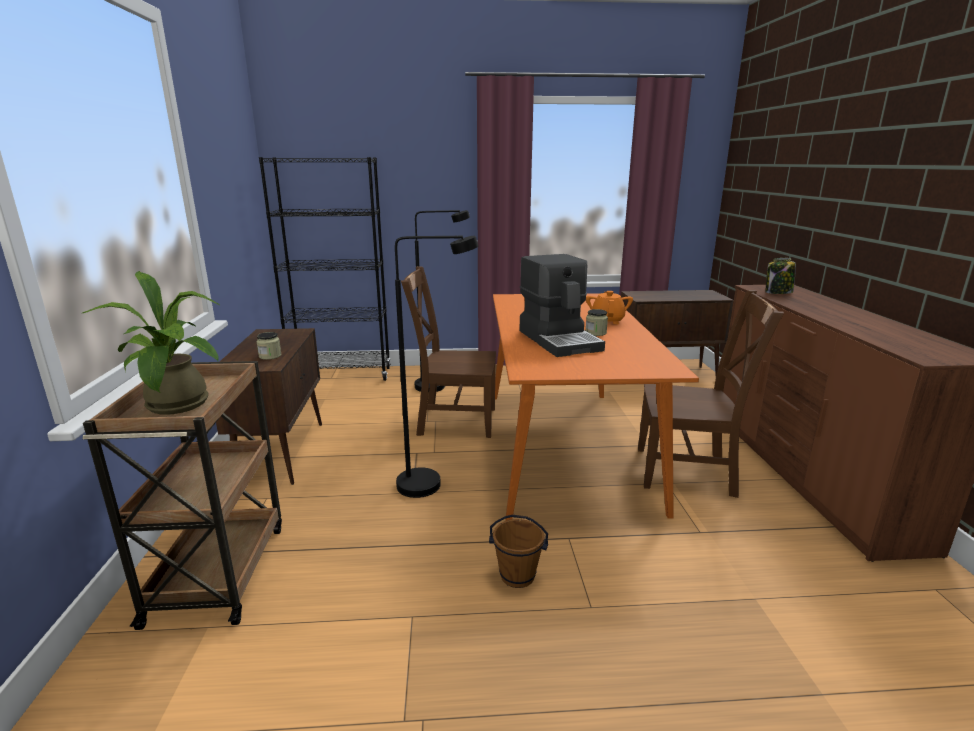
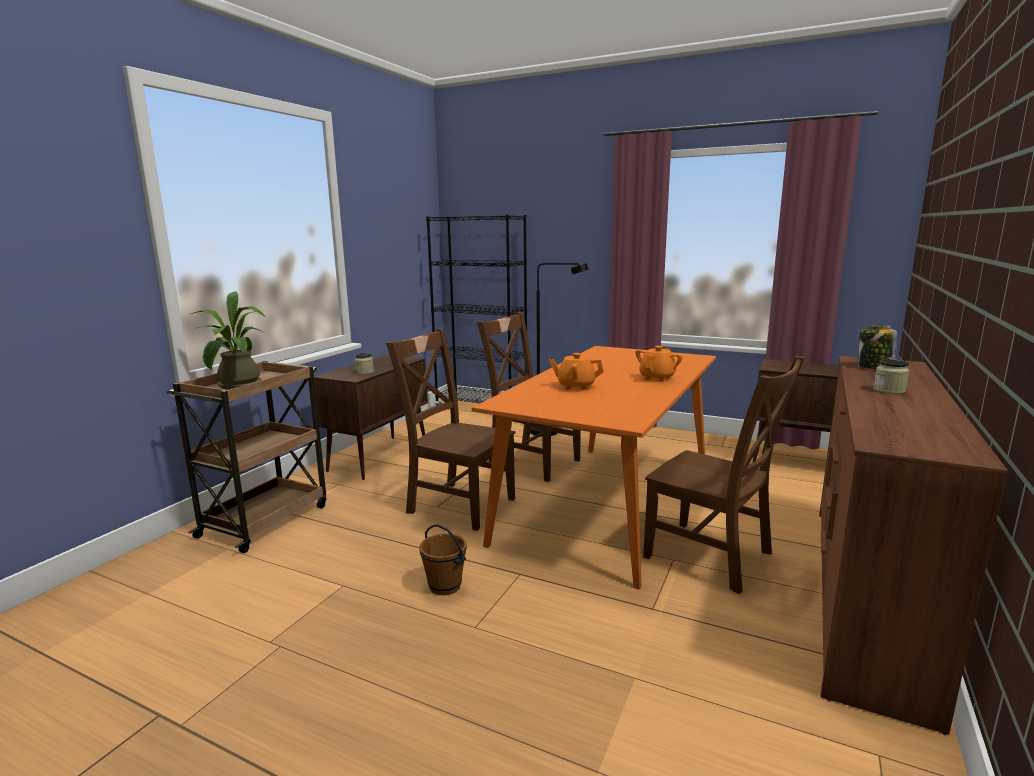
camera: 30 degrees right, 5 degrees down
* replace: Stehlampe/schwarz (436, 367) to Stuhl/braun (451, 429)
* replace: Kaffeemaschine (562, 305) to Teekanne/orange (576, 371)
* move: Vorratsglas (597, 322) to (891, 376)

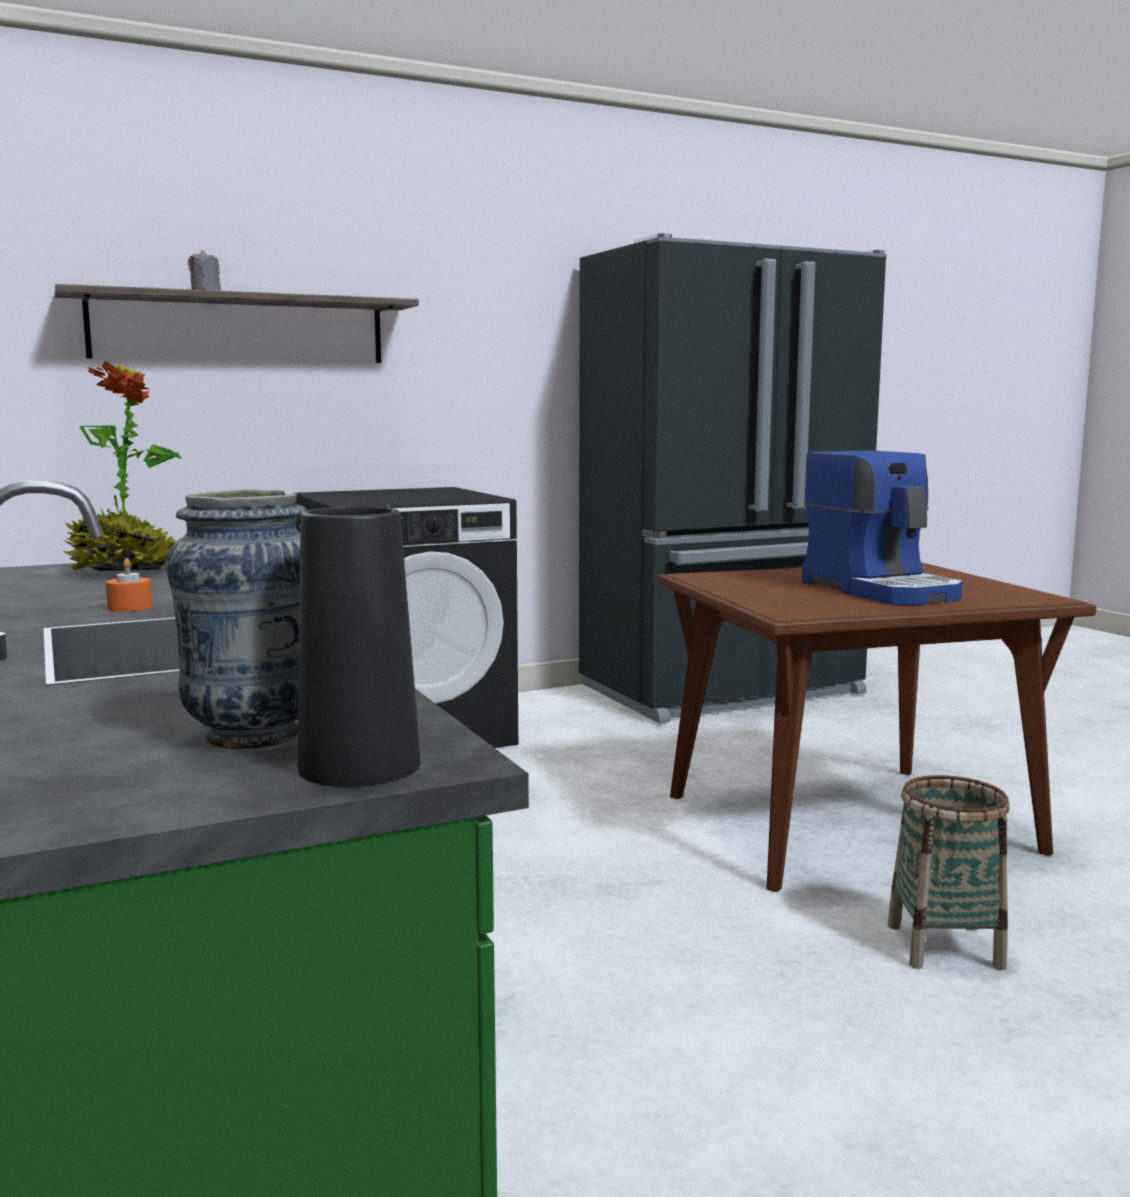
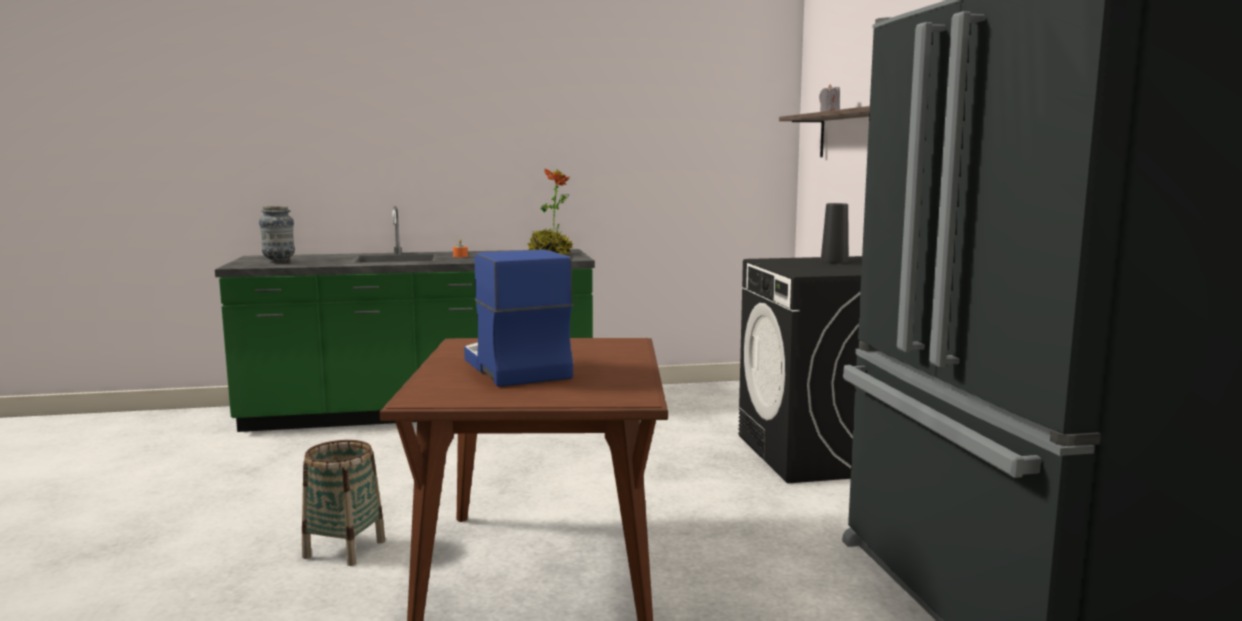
camera: 105 degrees right, 0 degrees up
* rotate: Kaffeemaschine (882, 528) = (518, 318) 75 degrees clockwise
* move: Vase/schwarz (359, 647) to (835, 233)

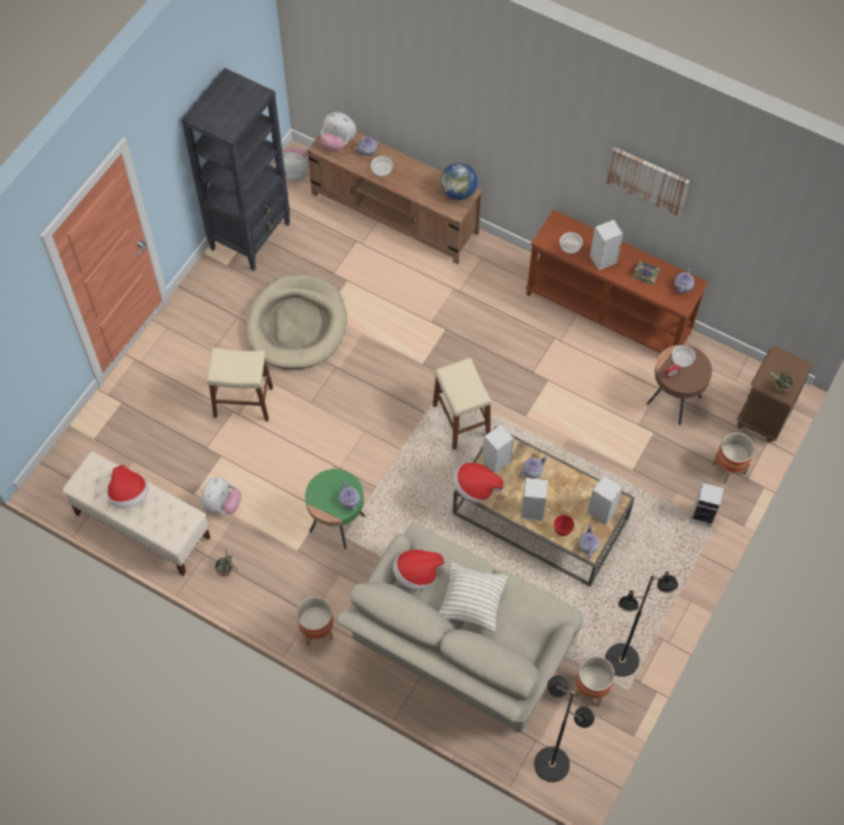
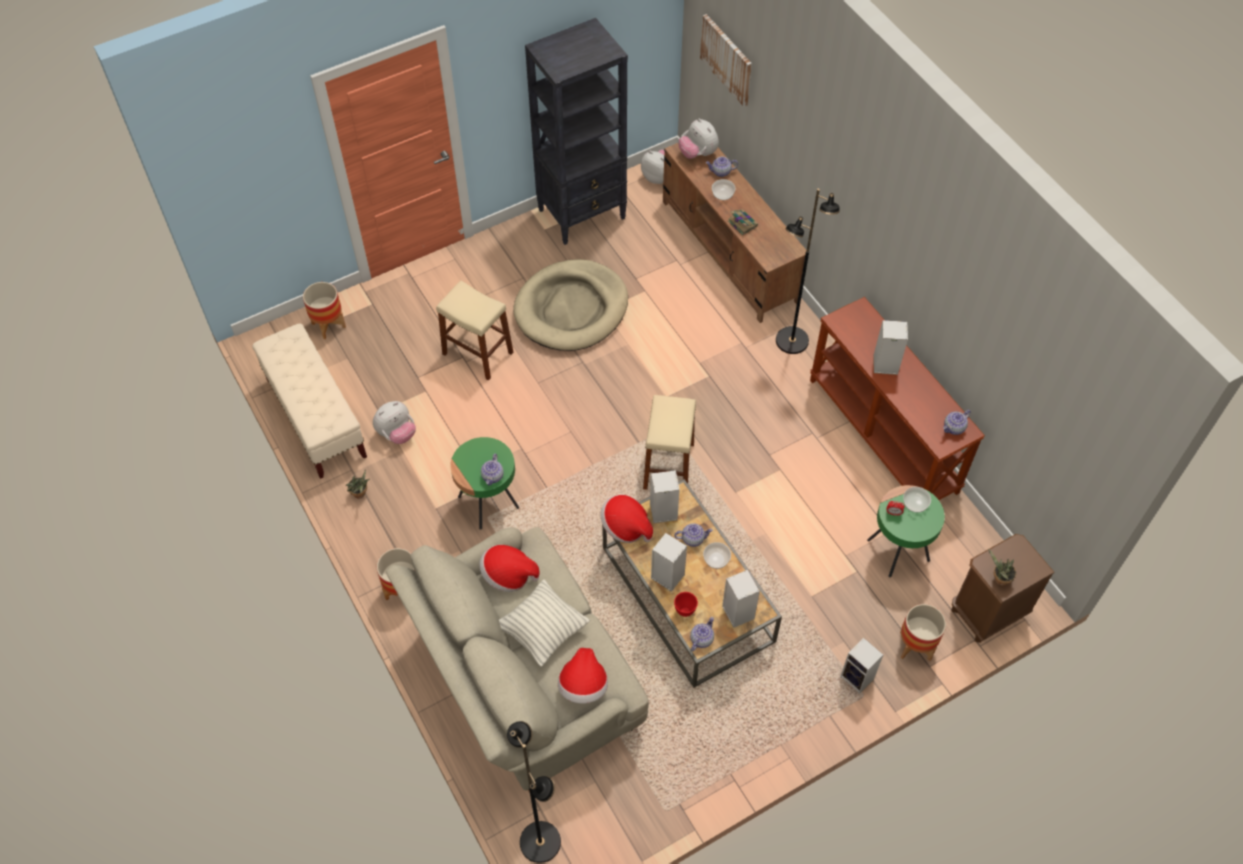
camera: 30 degrees right, 5 degrees down
* move: Bild (648, 181) to (726, 60)
* delete: Globus (459, 181)
* move: Schüssel (571, 243) to (717, 555)
* move: Buch (646, 273) to (743, 222)
* recolor: Beistelltisch/braun (679, 385) to Beistelltisch/grün (906, 531)
* move: Hut (128, 486) to (583, 676)
* move: Stehlampe/schwarz (641, 624) to (808, 271)
* move: Pflanzkübel (594, 681) to (324, 310)

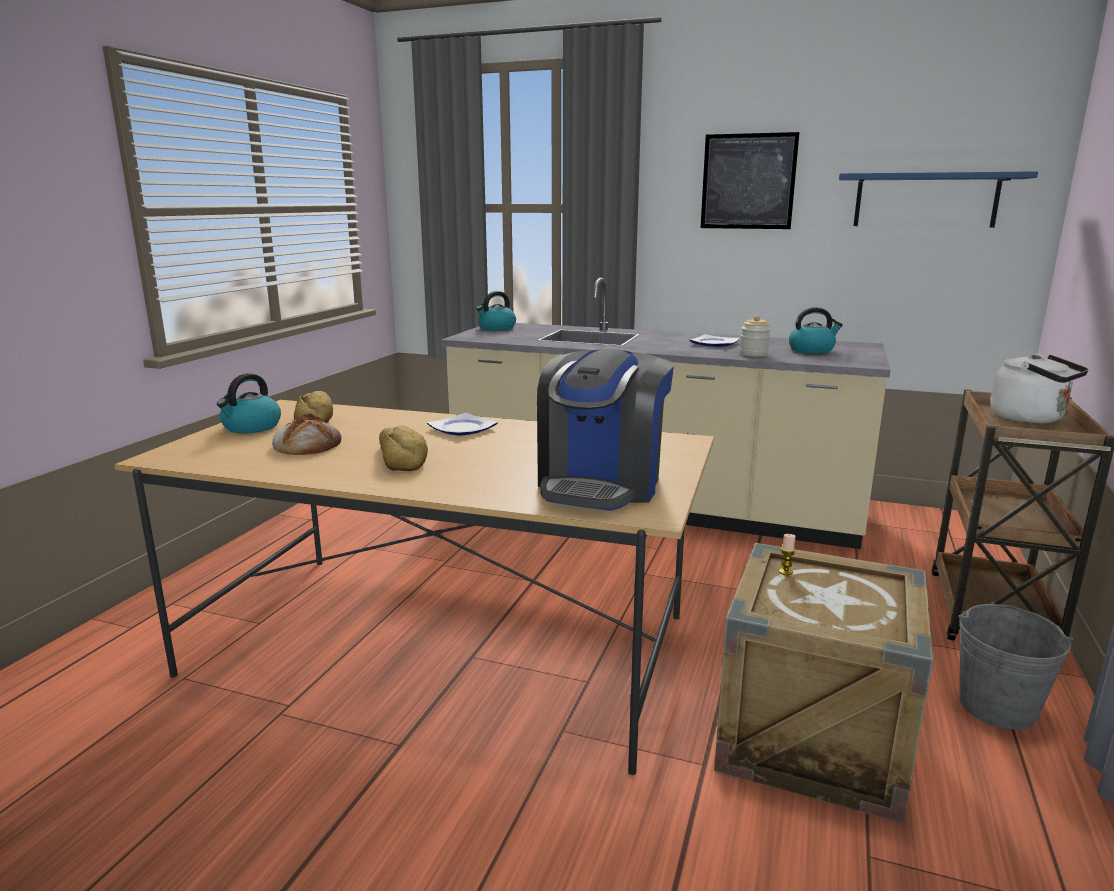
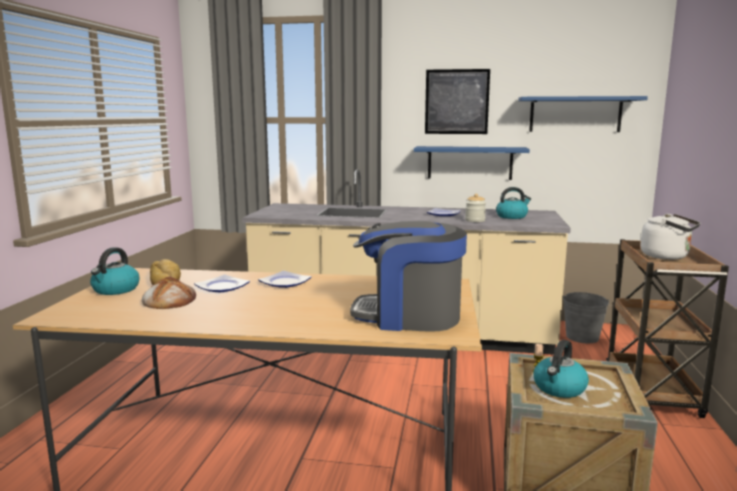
camera: 10 degrees left, 5 degrees down
* move: Wasserkessel (496, 311) to (561, 369)
* rotate: Kaffeemaschine (605, 430) = (408, 276) 90 degrees clockwise
* delete: Brot (403, 448)
* move: Eimer/grau (1015, 667) to (586, 317)
* insert: Wandregal/blau (472, 163)
* insert: Teller (222, 283)

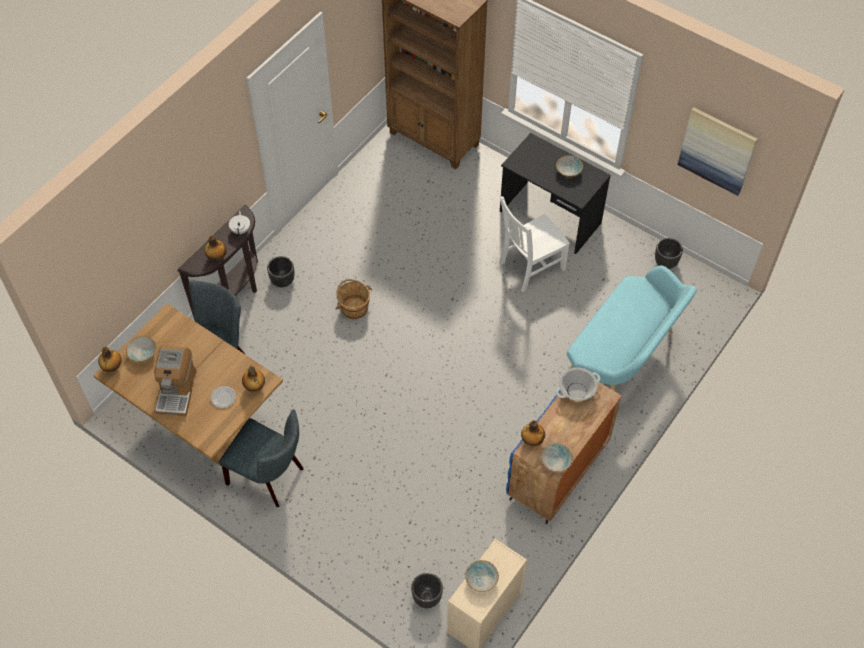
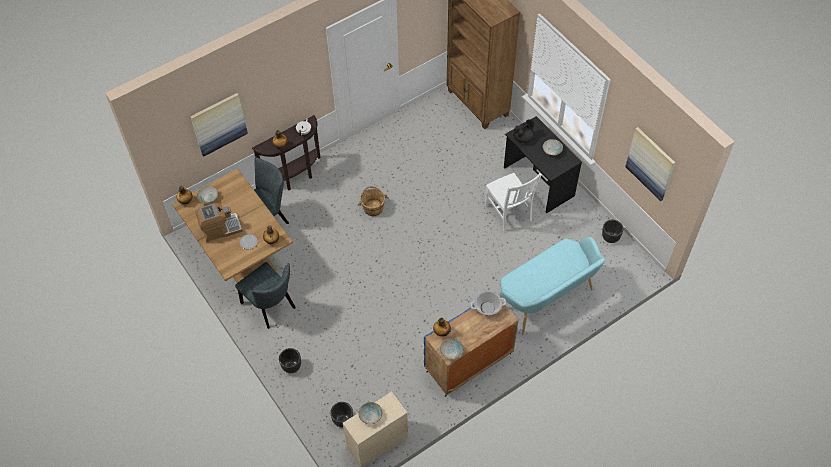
camera: 20 degrees right, 0 degrees up
* rotate: Stuhl/weiß (534, 244) = (513, 203) 105 degrees counterclockwise
* move: Pflanzkübel/schwarz (280, 271) to (290, 360)
* rotate: Kaffeemaschine (175, 381) = (219, 222) 135 degrees counterclockwise
* insert: Bild (219, 125)
* insert: Teekanne/schwarz (524, 131)

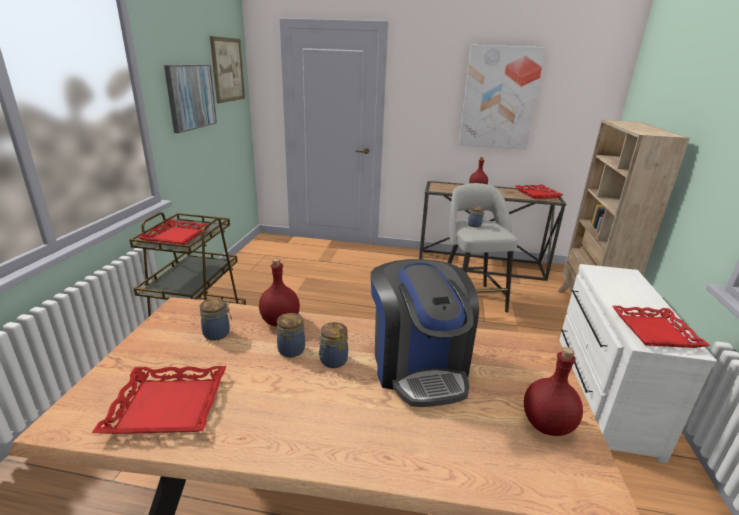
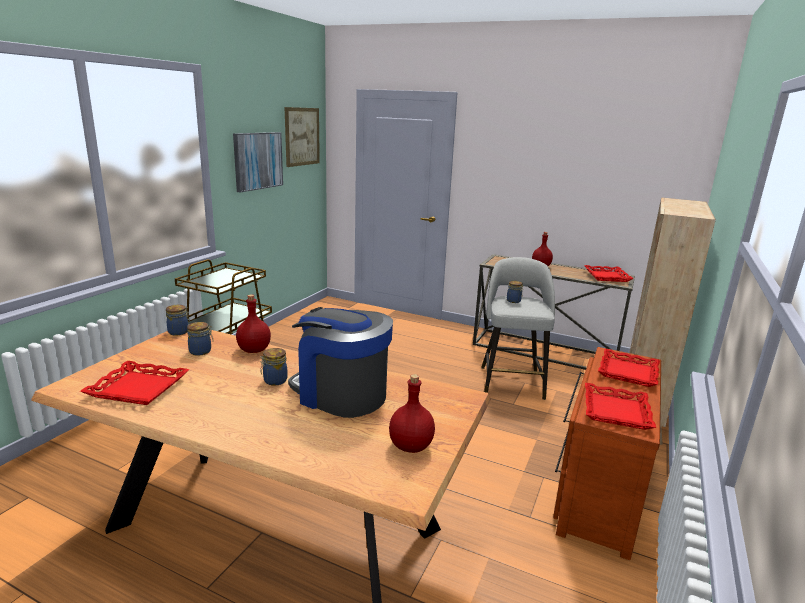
camera: 15 degrees right, 5 degrees down
* delete: Bild (502, 97)
* move: Tablett/rot (173, 232) to (629, 368)
* rotate: Kaffeemaschine (425, 333) = (340, 362) 120 degrees clockwise
* recolor: Kommode/weiß (638, 363) to Kommode/braun (607, 453)
* move: Vorratsglas (291, 335) to (178, 320)

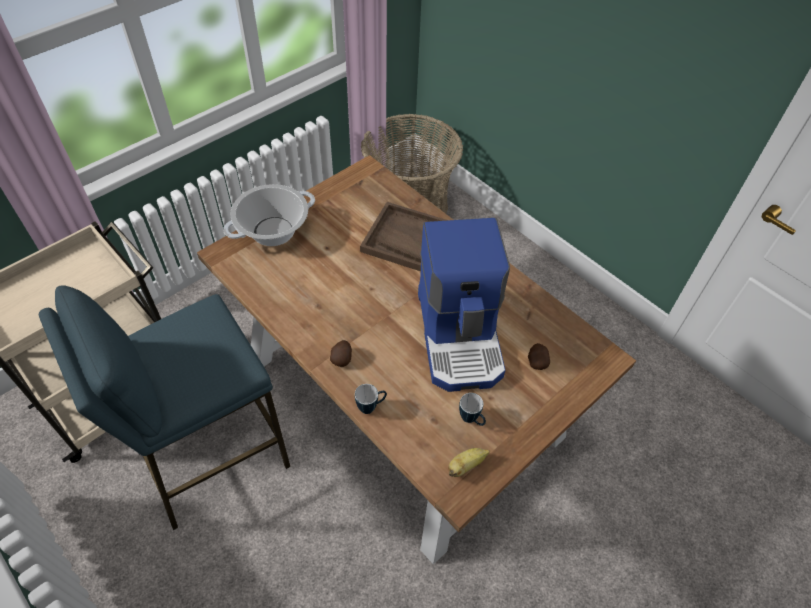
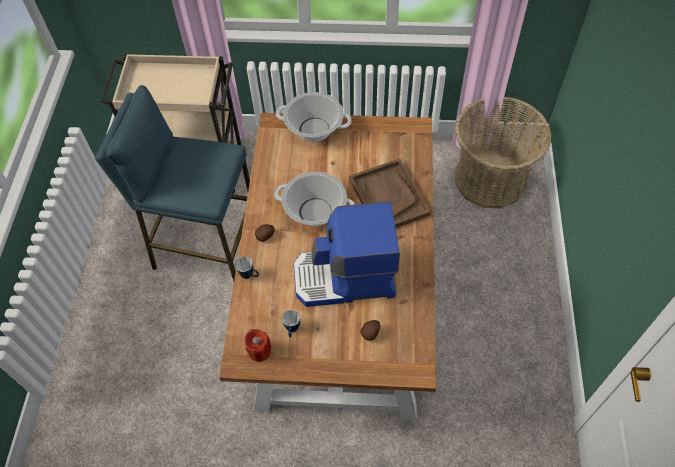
camera: 50 degrees right, 5 degrees up
* rotate: Kaffeemaschine (464, 305) = (346, 254) 45 degrees clockwise
* replace: Banane (469, 462) to Kerze/rot (258, 345)
* insert: Kochtopf (314, 199)

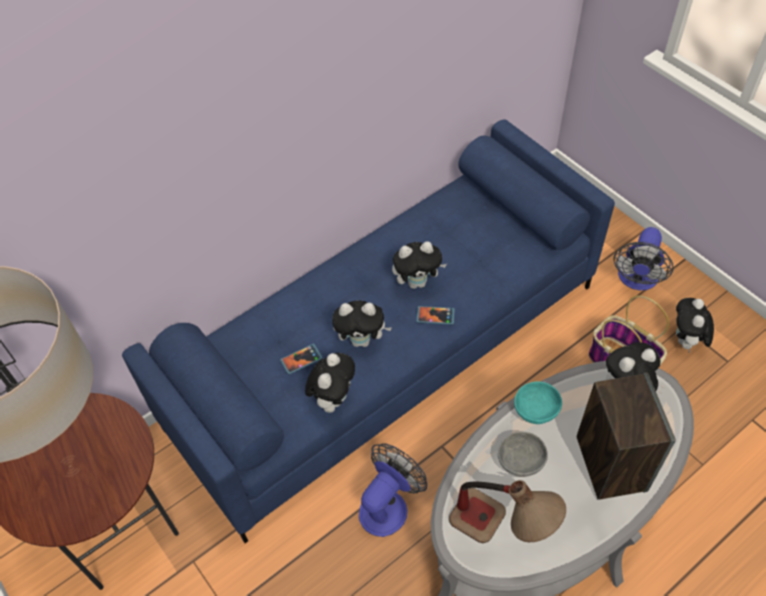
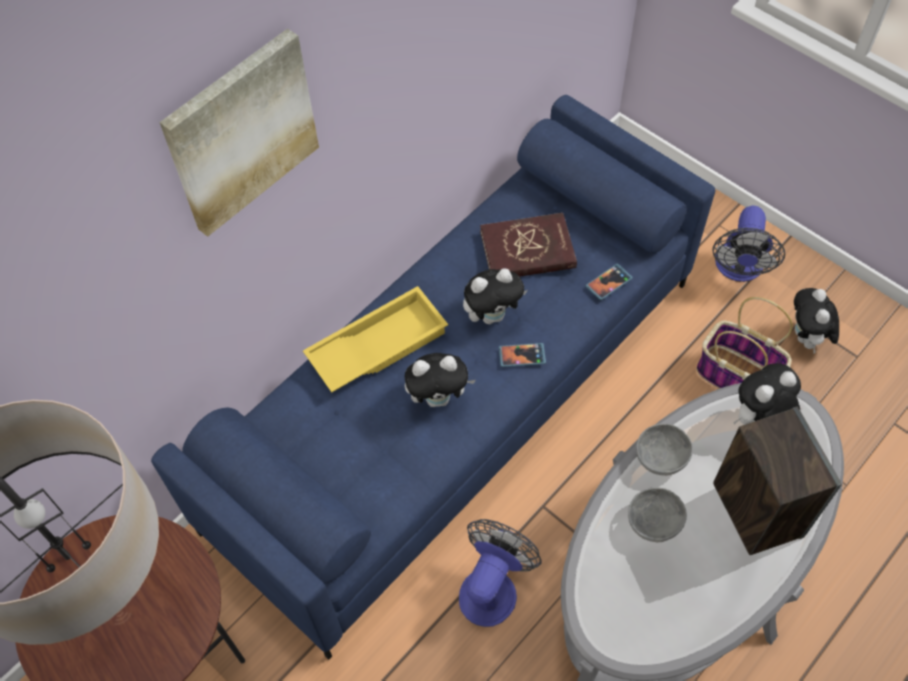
camera: 10 degrees left, 5 degrees up
* move: Handy (301, 359) to (609, 282)
* delete: Plüschtier (330, 382)
* recolor: Schüssel/türkis (538, 402) to Schüssel/grau (664, 450)
* delete: Tischlampe (507, 511)
* insert: Bild (239, 132)
* insert: Buch/rot (528, 245)
* insert: Tablett/gelb (375, 339)

